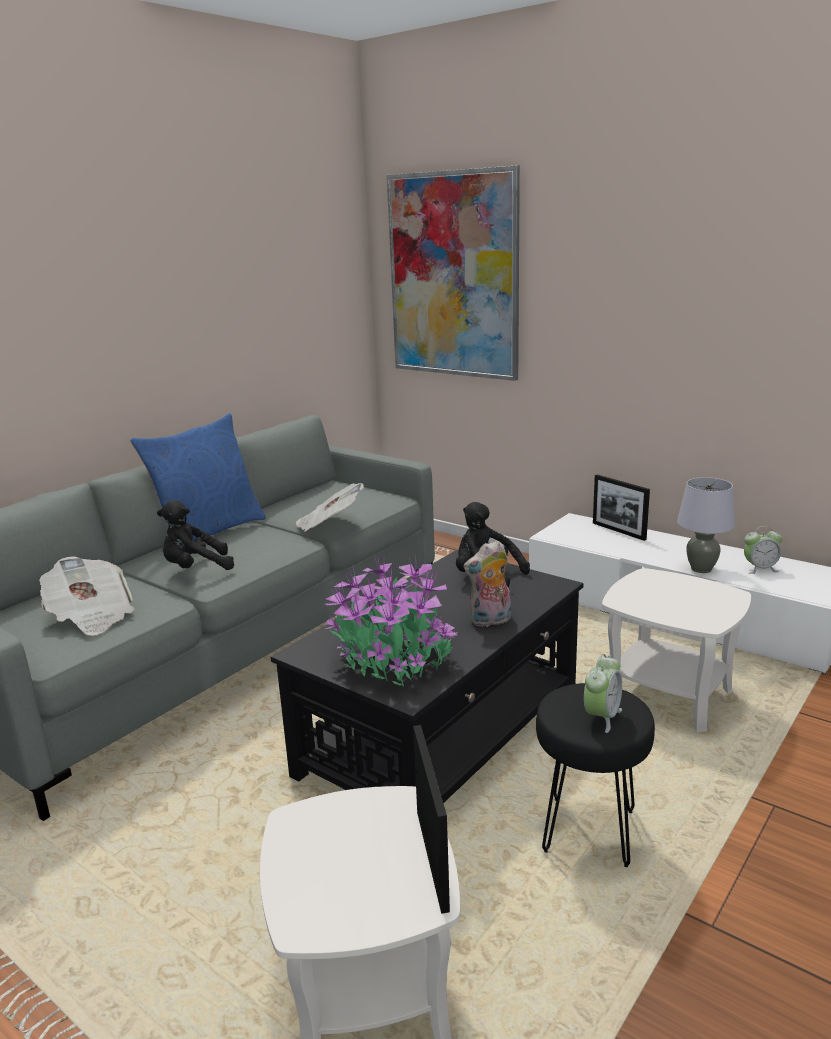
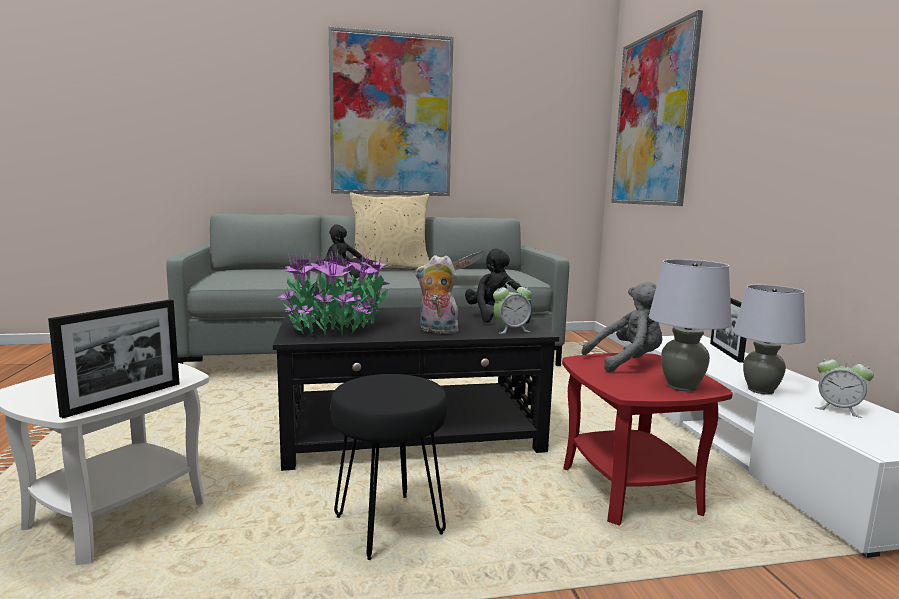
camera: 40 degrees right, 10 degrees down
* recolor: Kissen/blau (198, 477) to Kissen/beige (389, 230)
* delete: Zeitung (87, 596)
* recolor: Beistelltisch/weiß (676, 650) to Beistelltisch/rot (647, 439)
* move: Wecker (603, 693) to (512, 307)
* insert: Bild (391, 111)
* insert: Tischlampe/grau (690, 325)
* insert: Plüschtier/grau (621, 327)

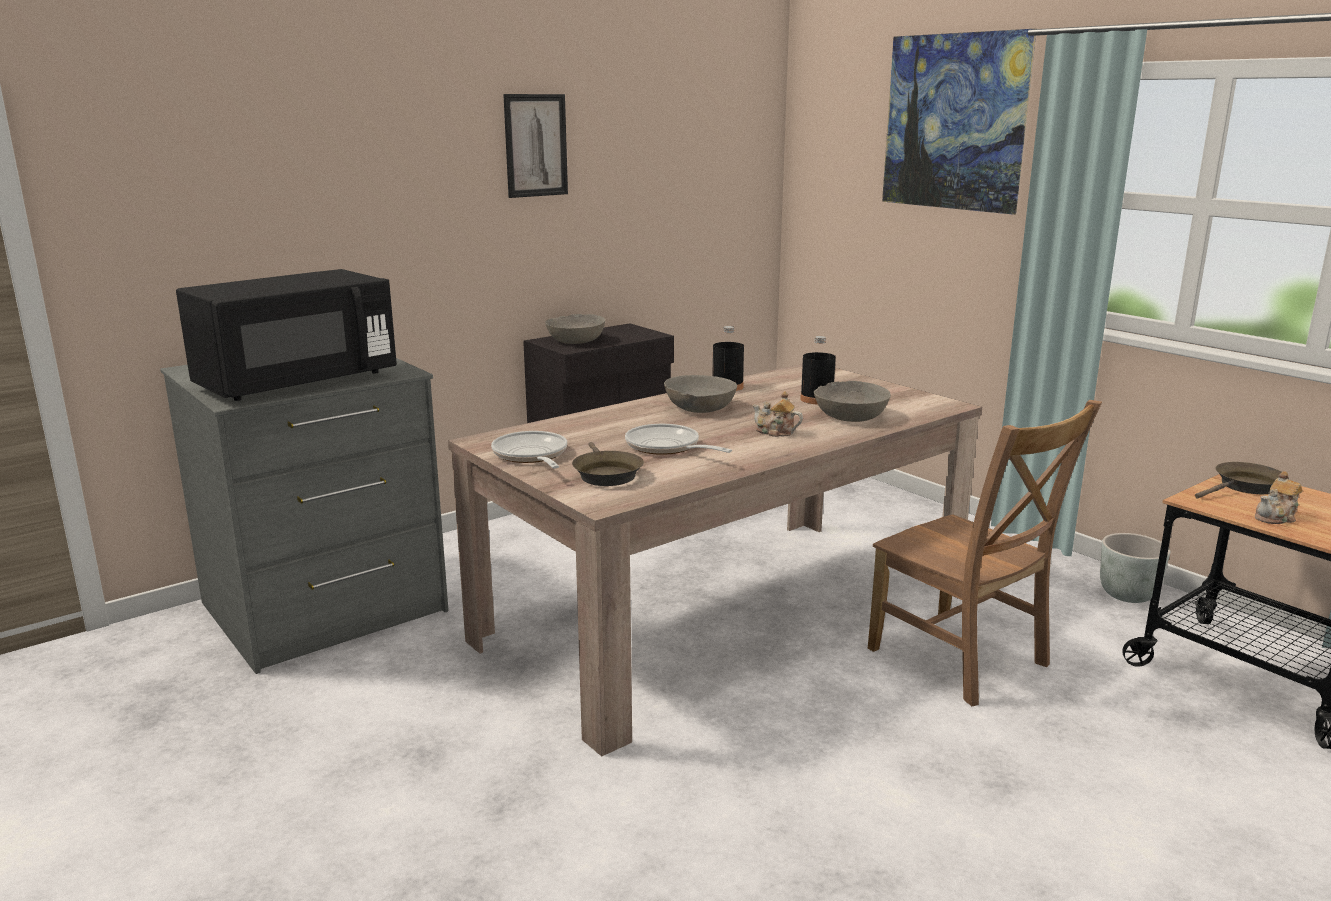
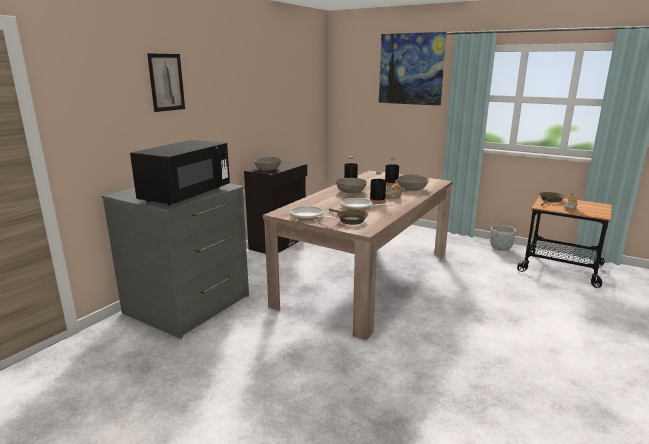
camera: 20 degrees left, 0 degrees up
* move: Bild (535, 146) to (166, 82)
* delete: Stuhl/braun (985, 553)
* insert: Flasche/schwarz (378, 187)

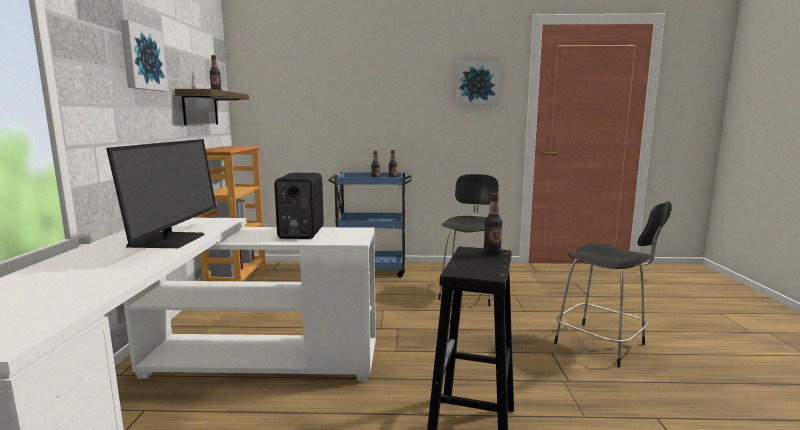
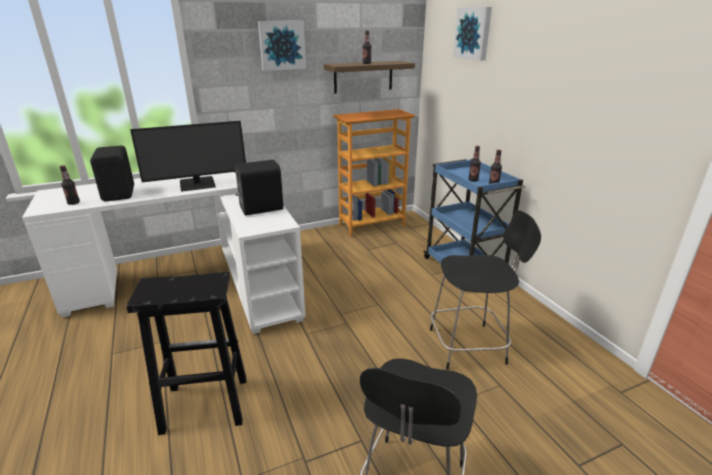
camera: 65 degrees right, 15 degrees up
* move: Bild (478, 83) to (472, 34)
* move: Flasche (493, 223) to (70, 185)
* insert: Lautsprecher/schwarz (112, 173)

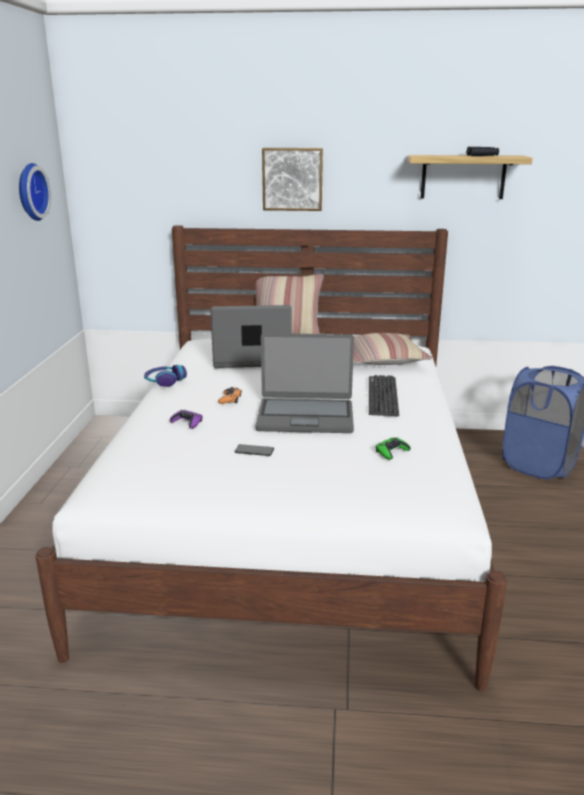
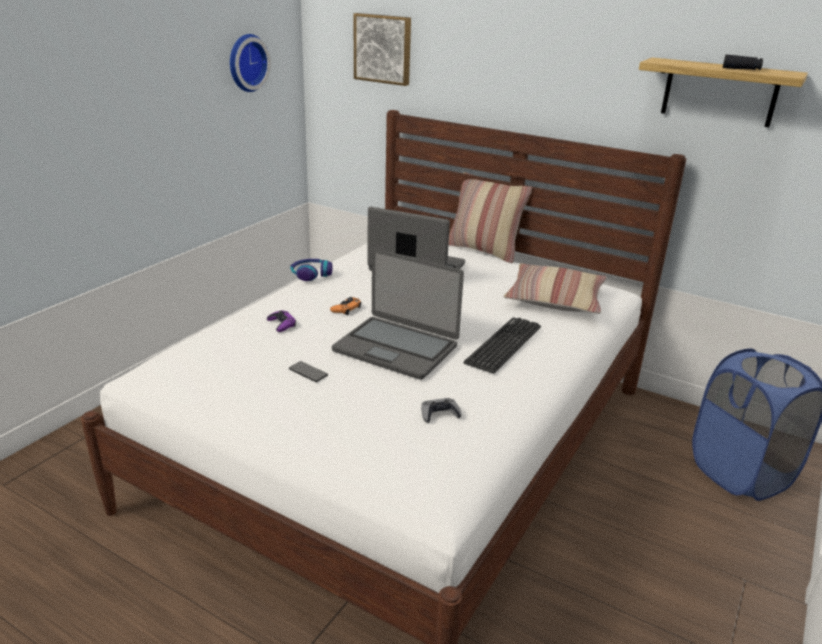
camera: 25 degrees right, 5 degrees up
* move: Bild (292, 179) to (382, 49)
* recolor: Gamepad/grün (393, 449) to Gamepad/grau (441, 410)

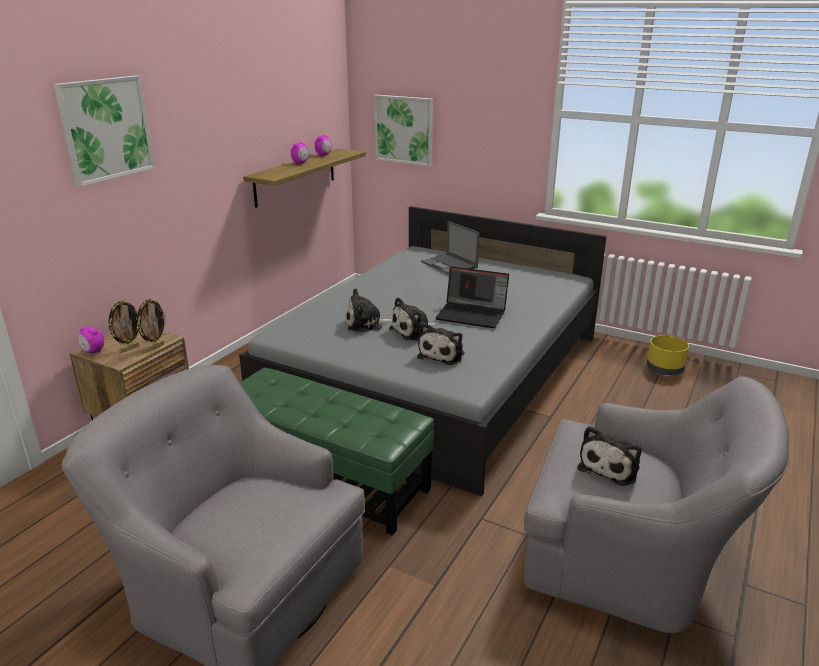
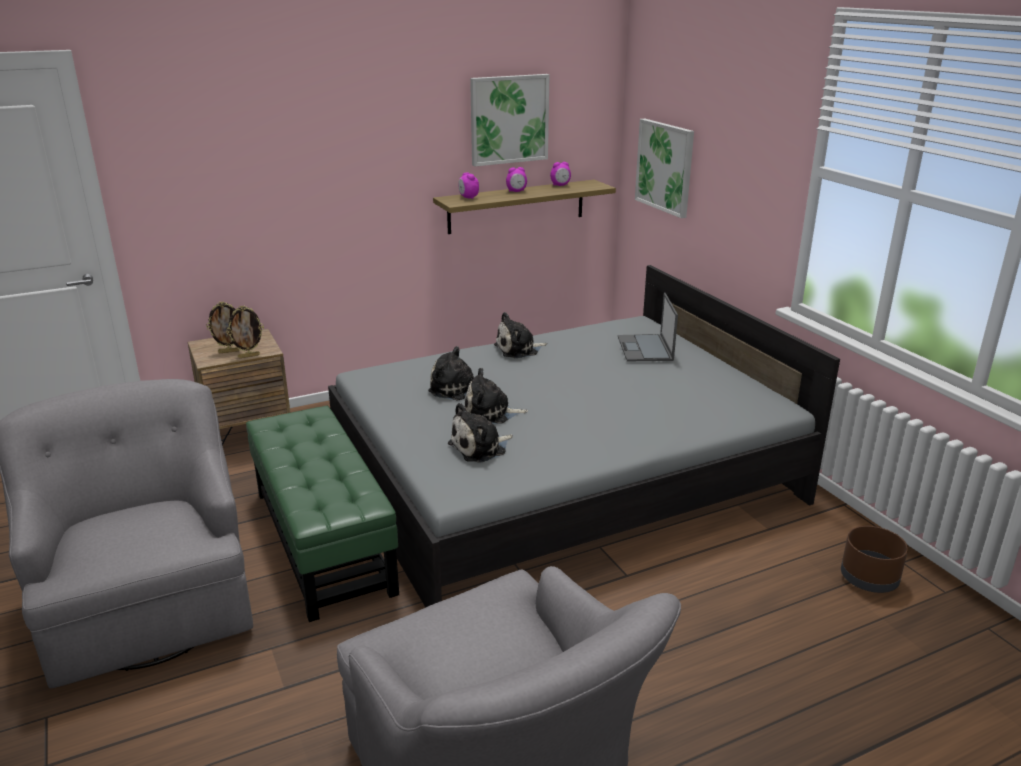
camera: 35 degrees right, 0 degrees up
* move: Bild (104, 131) to (510, 120)
* delete: Laptop (472, 297)
* move: Wecker (91, 339) to (468, 185)
* recolor: Pflanzkübel/gelb (668, 355) to Pflanzkübel/braun (874, 559)
* move: Plüschtier (610, 456) to (520, 335)

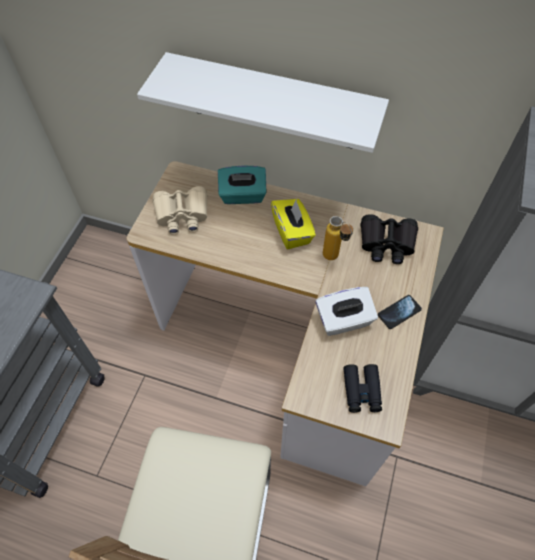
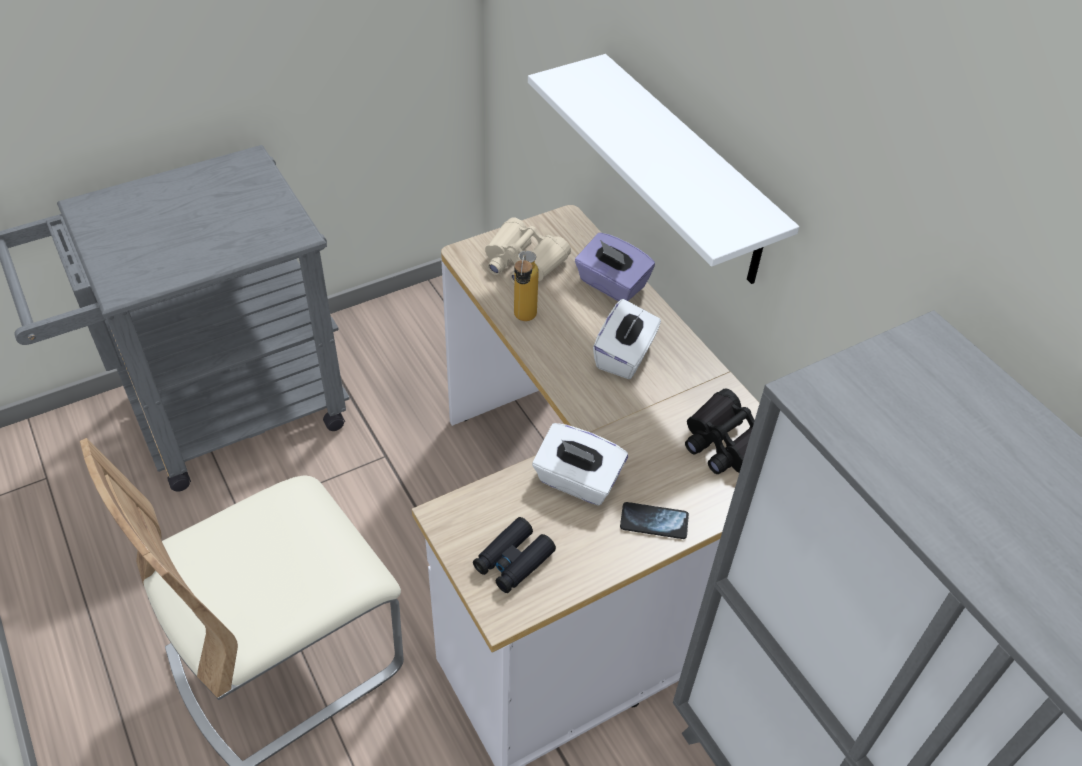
camera: 40 degrees right, 10 degrees down
* recolor: Taschentuchbox/türkis (242, 185) to Taschentuchbox/lila (615, 267)
* recolor: Taschentuchbox/gelb (293, 224) to Taschentuchbox/weiß (627, 339)
* move: Flasche (338, 238) to (526, 286)

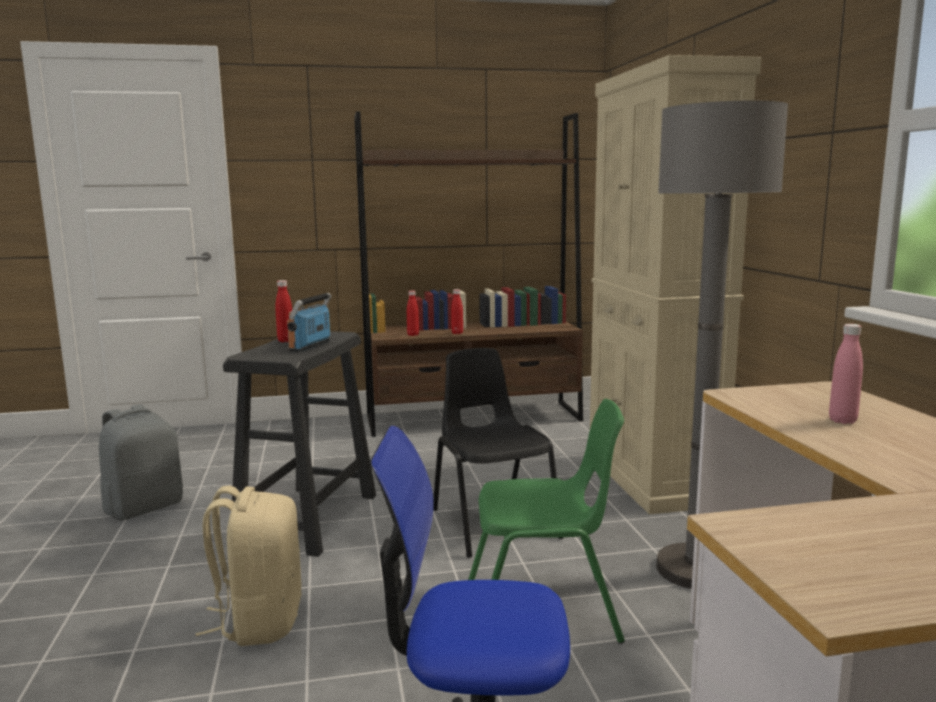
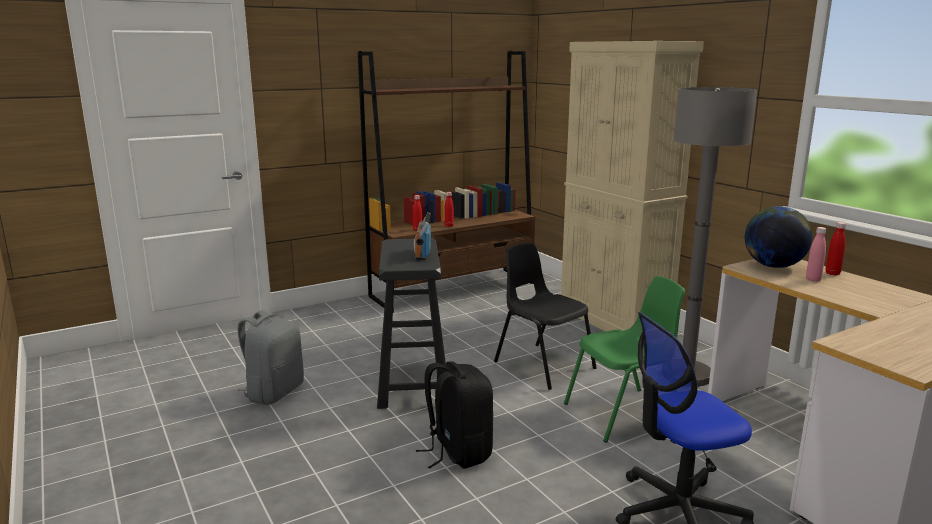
camera: 20 degrees left, 5 degrees up
* move: Flasche/rot (283, 311) to (836, 248)
* recolor: Rucksack/beige (249, 565) to Rucksack/schwarz (454, 415)
* insert: Globus (779, 237)

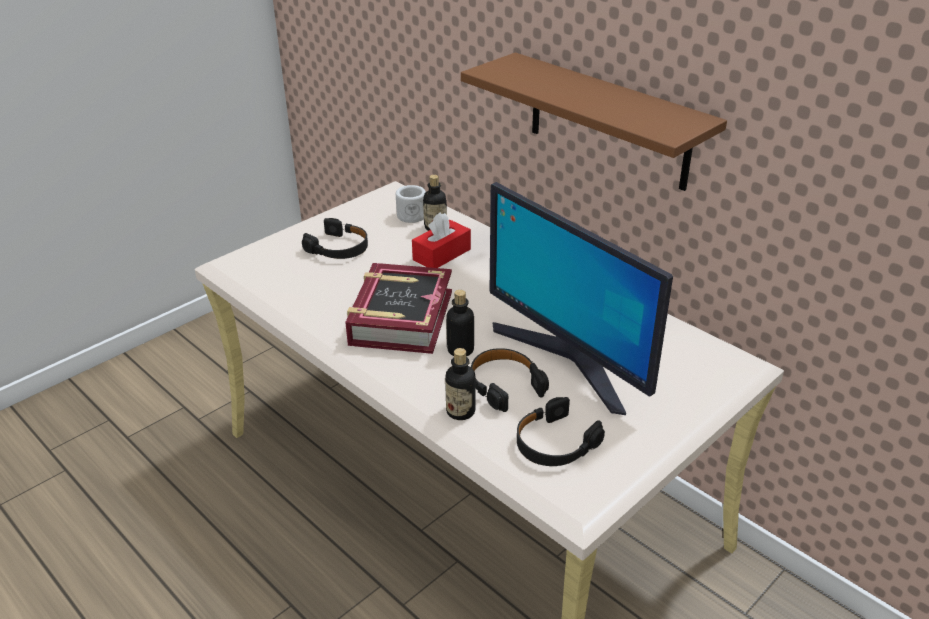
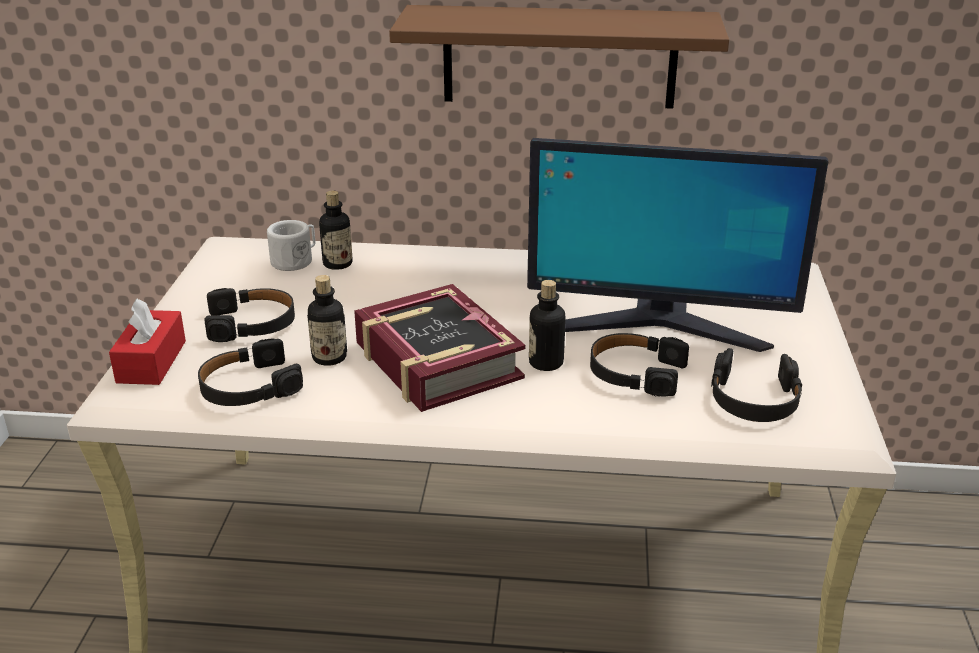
camera: 40 degrees left, 5 degrees down
* move: Taschentuchbox/rot (441, 240) to (147, 342)
* move: Flasche (460, 384) to (327, 320)
* insert: Kopfhörer/schwarz (250, 372)

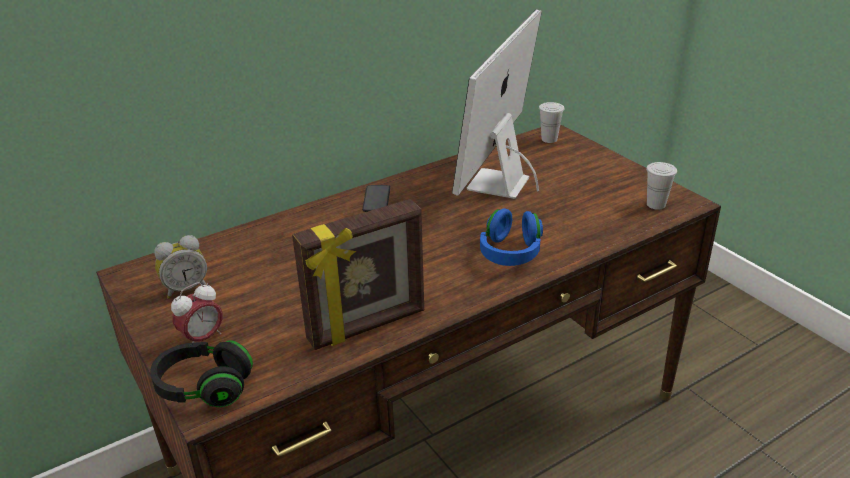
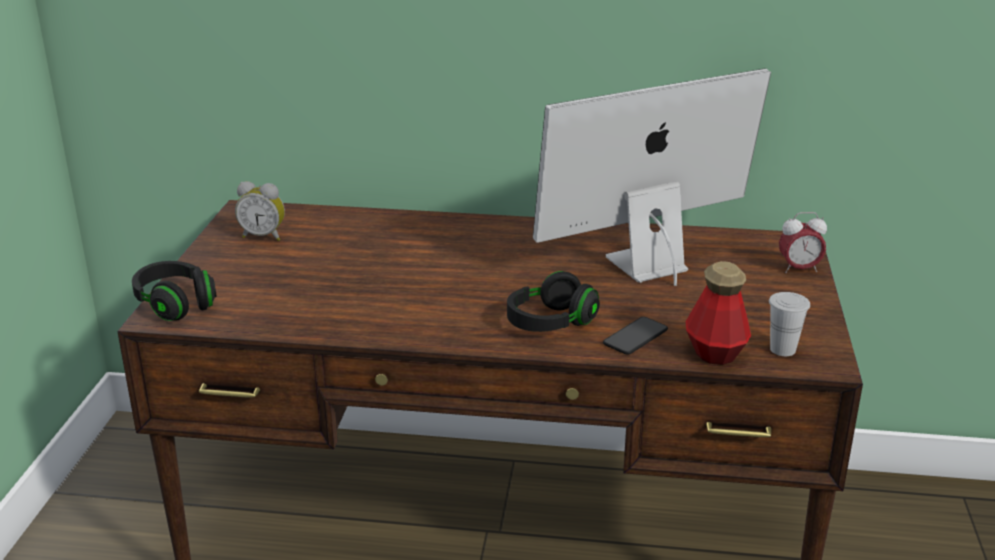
camera: 40 degrees right, 5 degrees down
* delete: Tasse/weiß (552, 122)
* move: Handy (376, 198) to (635, 336)
* delete: Bilderrahmen (358, 274)
* recolor: Kopfhörer/blau (511, 237) to Kopfhörer/schwarz (553, 301)
* move: Wecker (197, 312) to (803, 242)
* insert: Flasche (718, 313)

